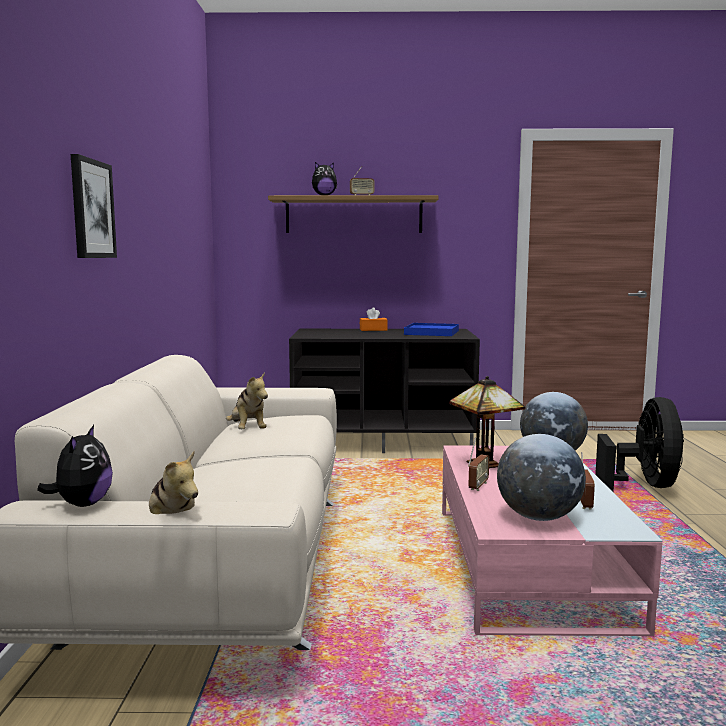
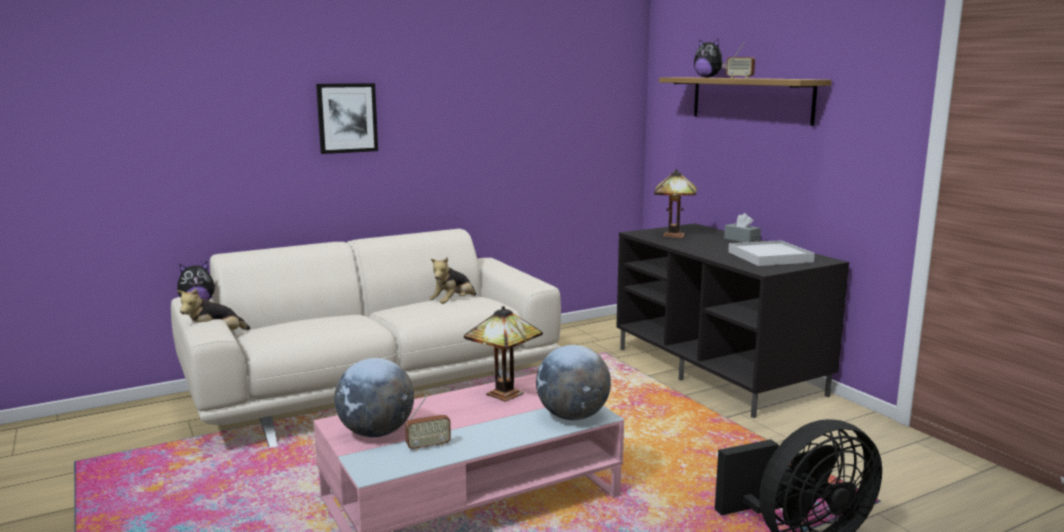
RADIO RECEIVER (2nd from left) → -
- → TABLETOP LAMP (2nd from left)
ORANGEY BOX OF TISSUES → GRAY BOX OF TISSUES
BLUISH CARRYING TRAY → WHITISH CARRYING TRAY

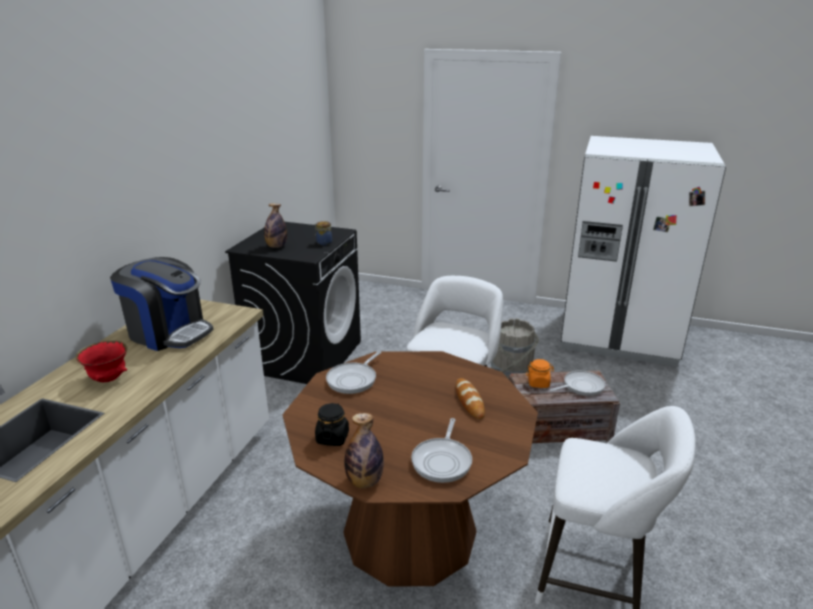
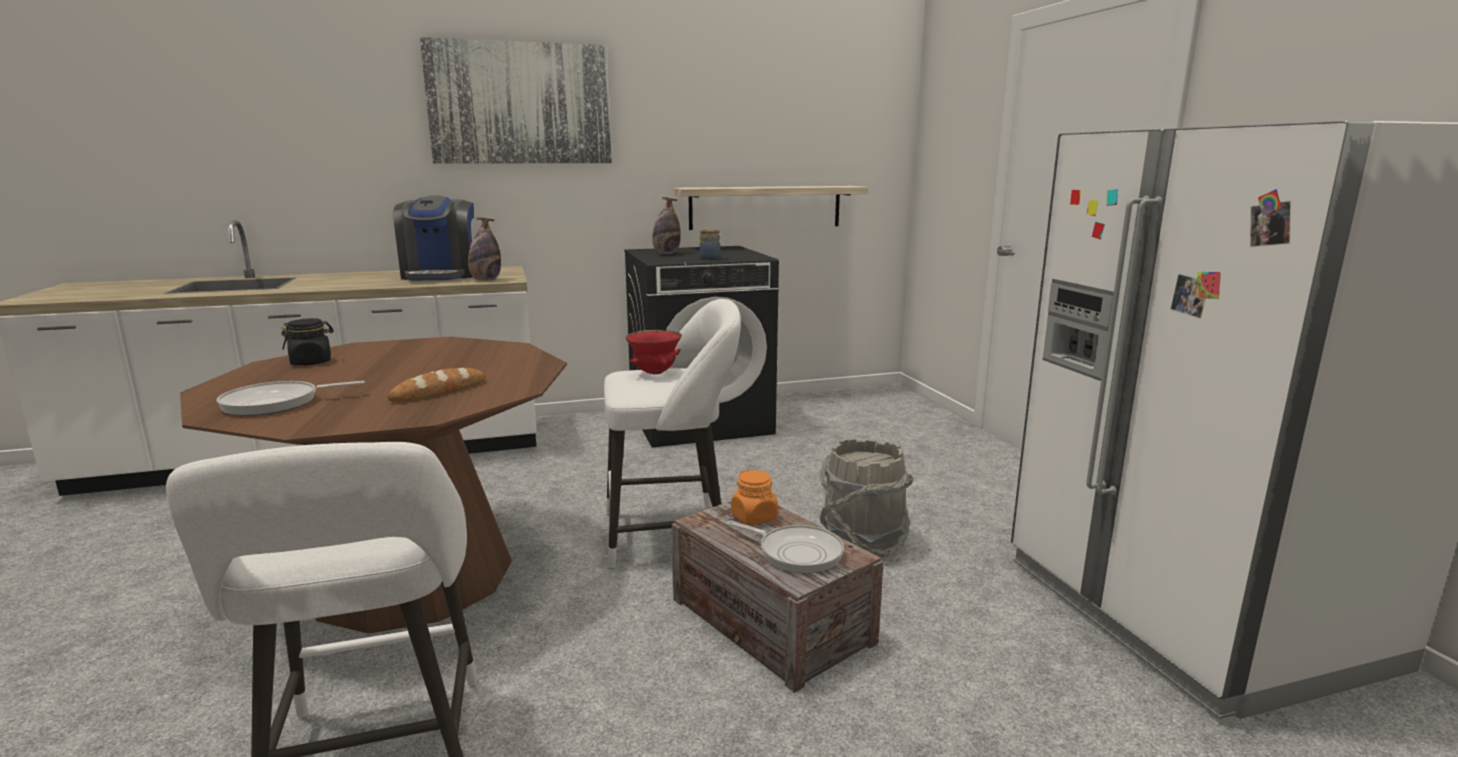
PAN (1st from left) → -
- → WALL PICTURE
- → SHELF
RED-COLOURED BOWL, move
DRINK BOTTLE (2nd from left in the first image) → DRINK BOTTLE (1st from left), move

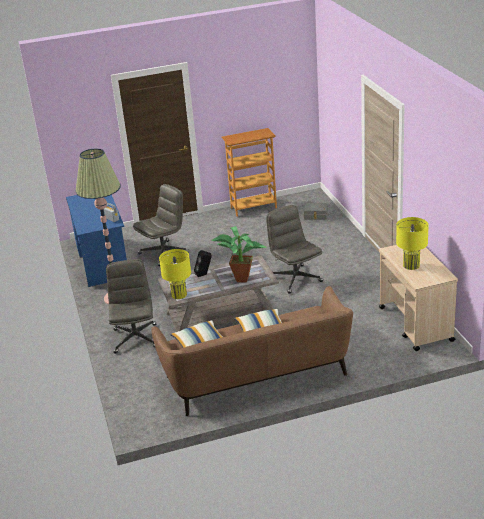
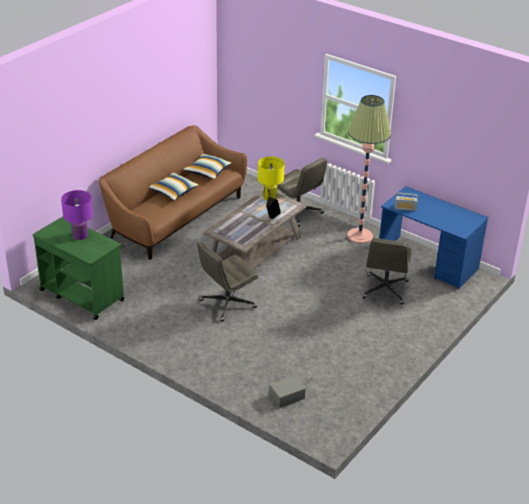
HOUSEPLANT → -
SHELVING UNIT → -
BEIGE-COLOURED WHEELED CART → GREEN WHEELED CART
YELLOW TABLETOP LAMP (2nd from left) → PURPLISH TABLETOP LAMP
GRAY DESK CHAIR (3rd from left in the first image) → GRAY DESK CHAIR (1st from left), 120 degrees clockwise

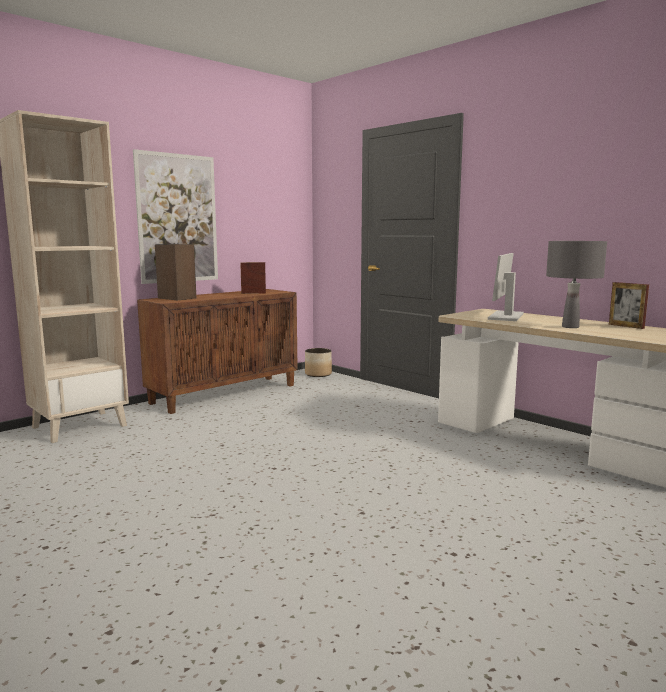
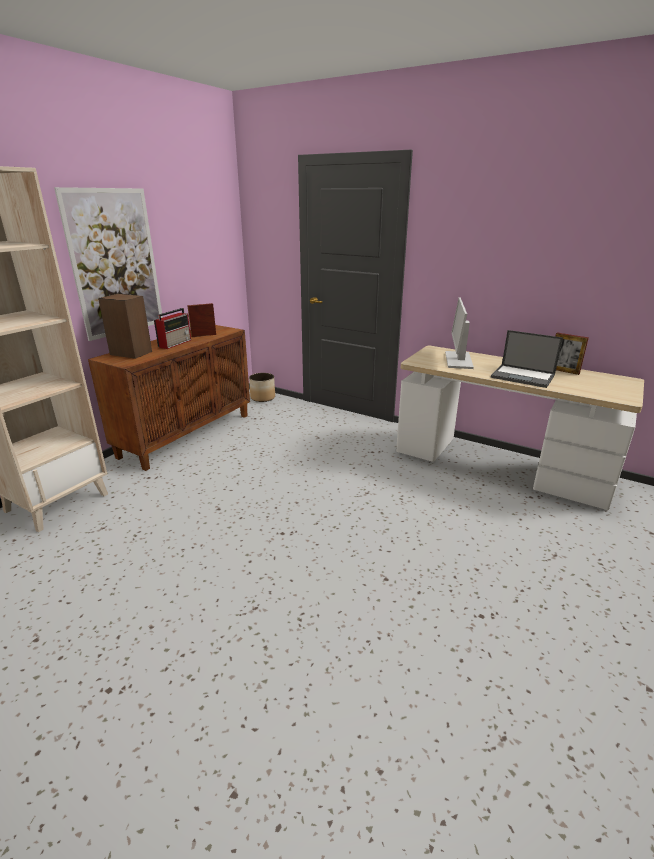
- → RADIO RECEIVER
GRAY TABLETOP LAMP → PORTABLE COMPUTER

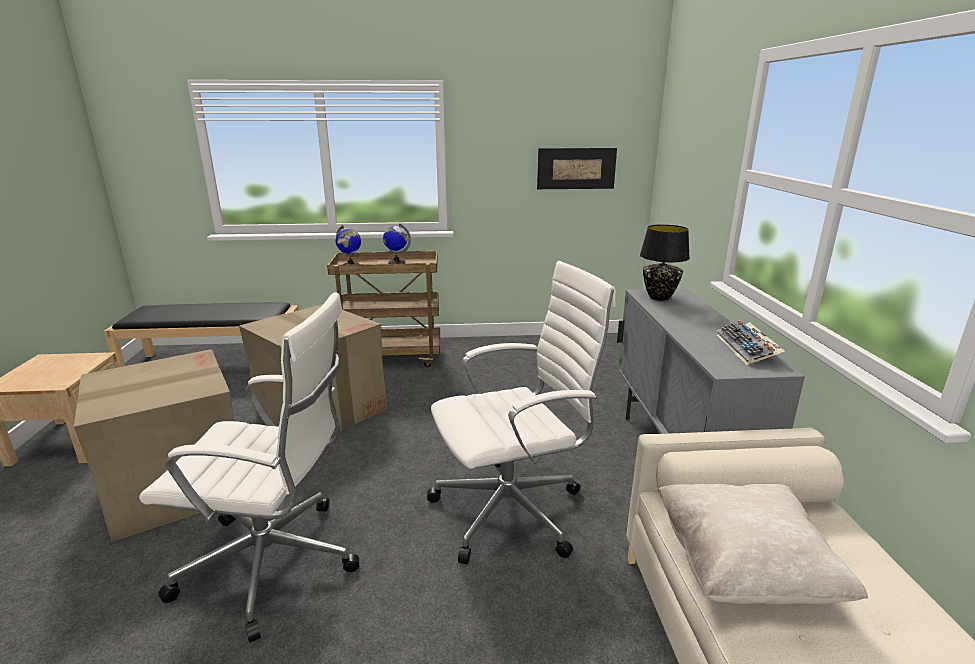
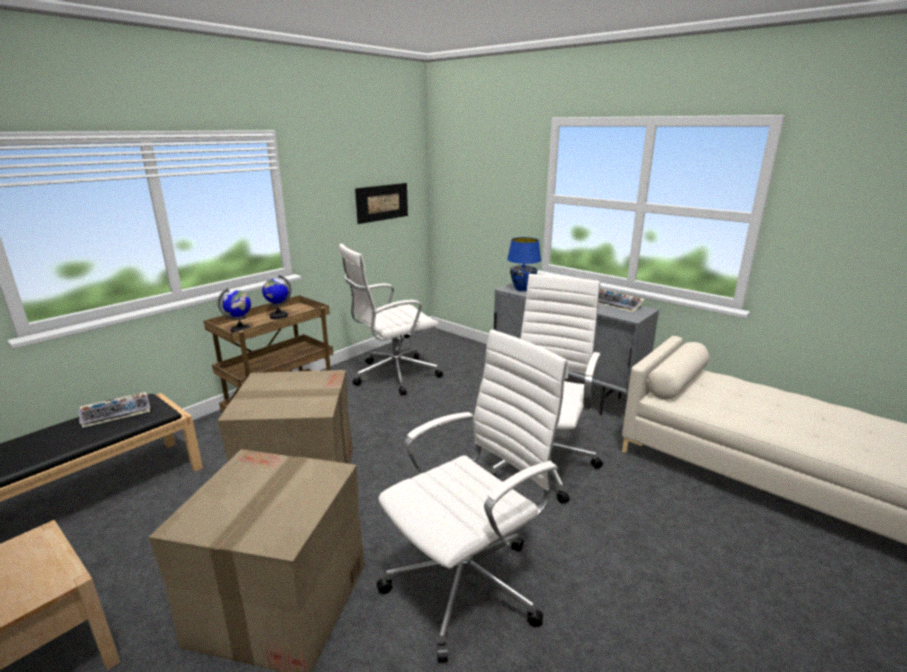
BEIGE-COLOURED PILLOW → -
- → PC KEYBOARD (1st from left)
- → WHITISH DESK CHAIR (1st from left)
BLACK TABLETOP LAMP → BLUISH TABLETOP LAMP

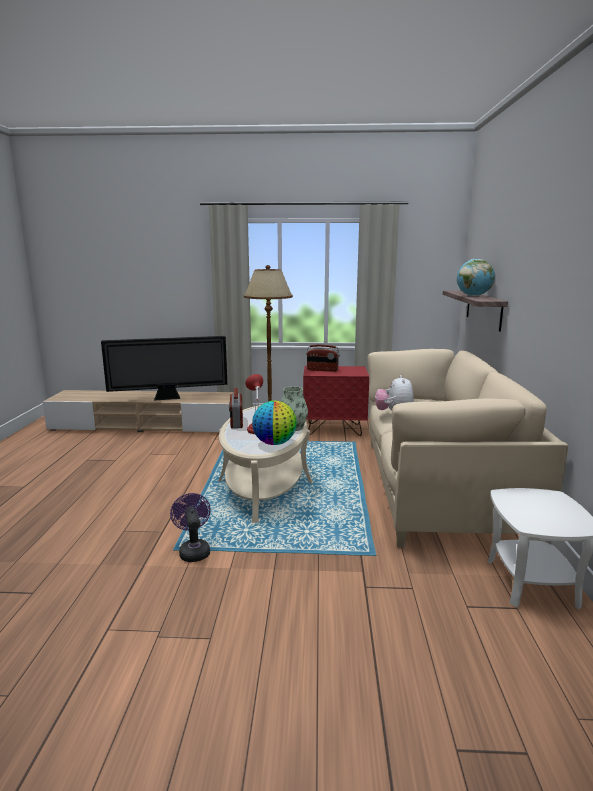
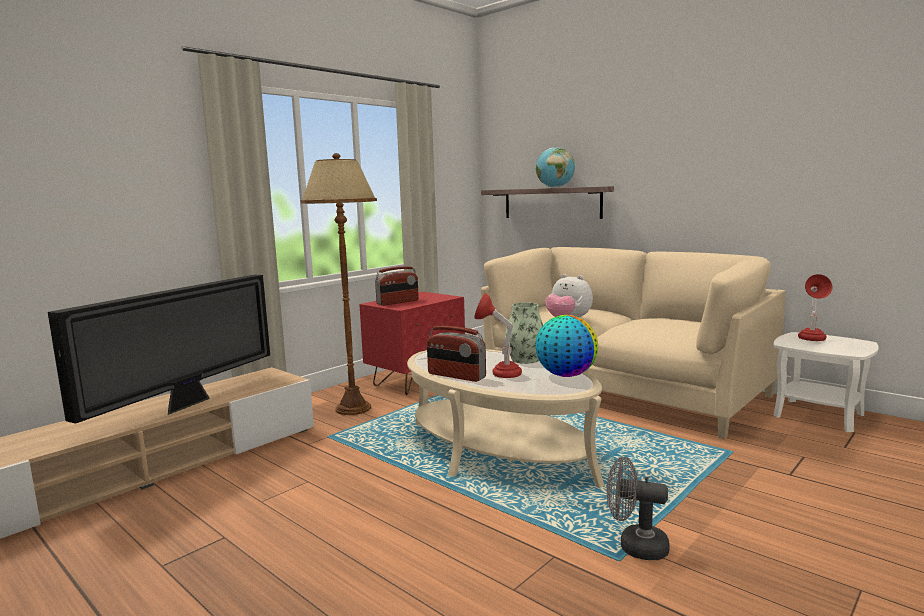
- → RED-COLOURED TABLETOP LAMP (2nd from left)
PURPLISH ELECTRIC FAN → GRAY ELECTRIC FAN

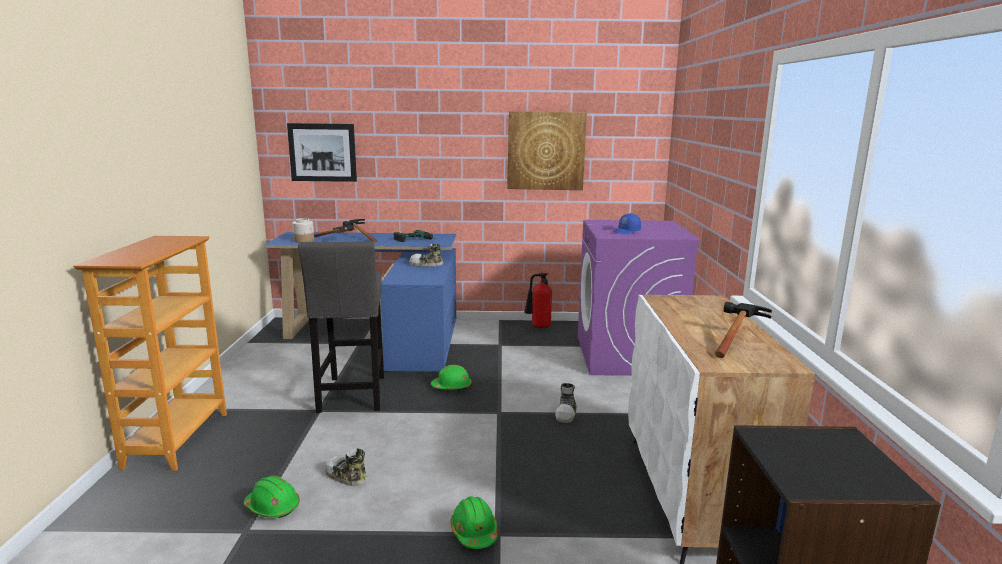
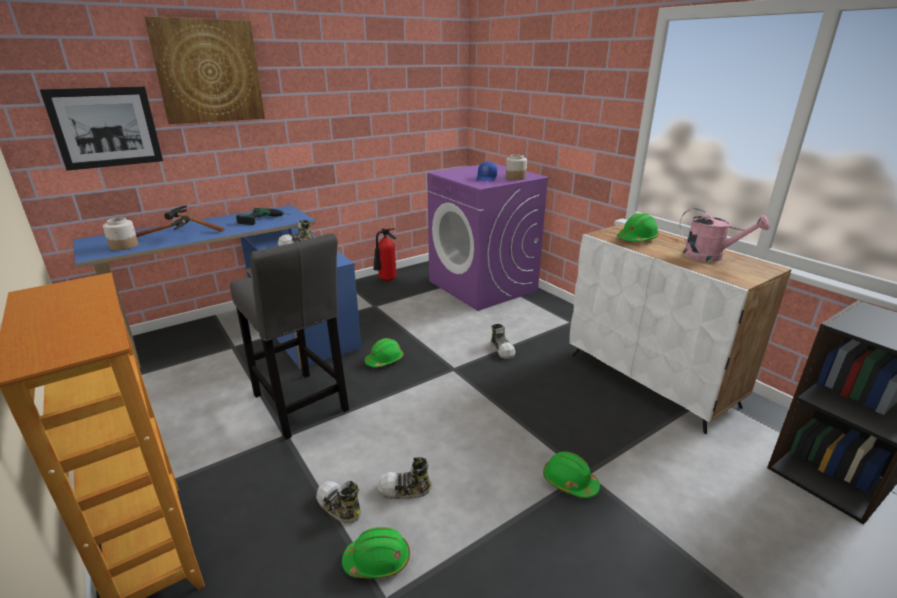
- → LOW SHOE (2nd from left)
- → PRESERVE JAR (2nd from left)
- → GREEN WORK HELMET (4th from left)
WALL PICTURE (2nd from left), move
HAMMER (3rd from left) → PINK WATERING POT

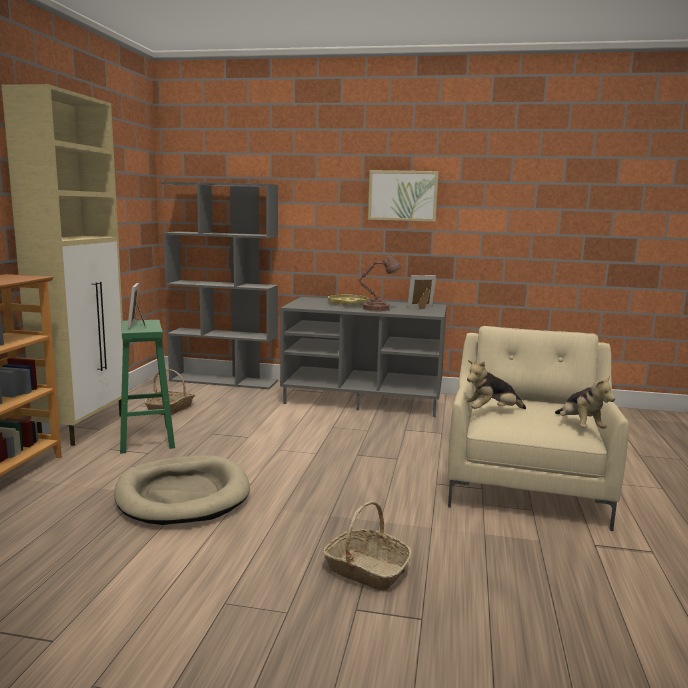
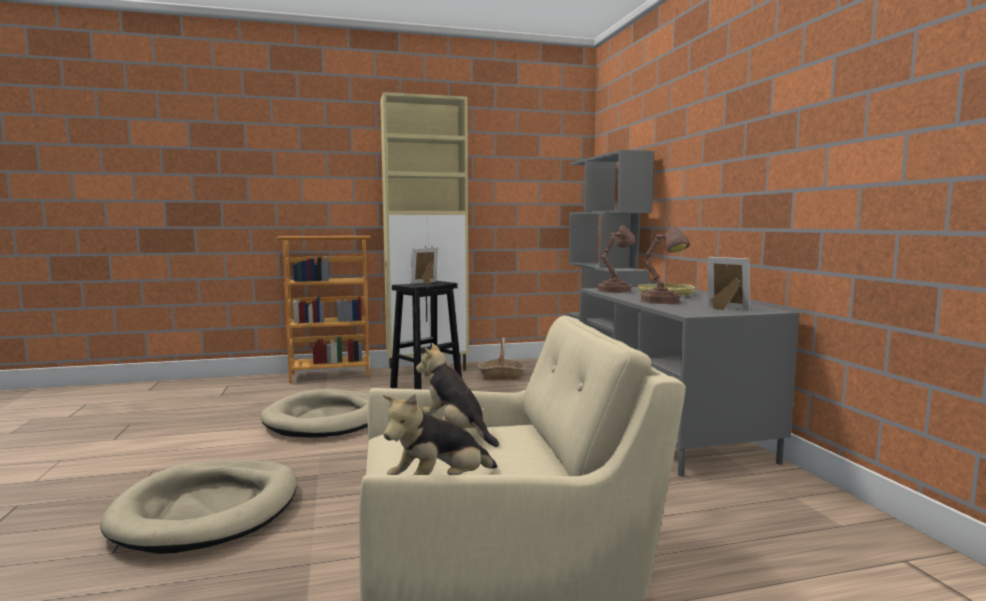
WALL PICTURE → -
- → BROWN-COLOURED TABLETOP LAMP (1st from left)
HOUSEHOLD BASKET (2nd from left) → BEIGE-COLOURED PET BED (1st from left)
GREEN STOOL → BLACK STOOL

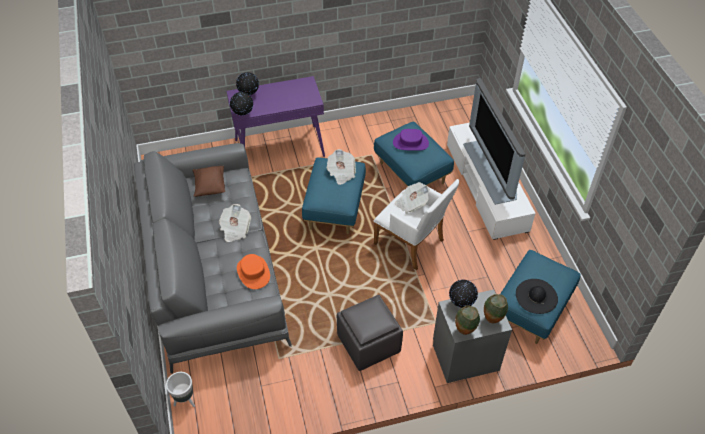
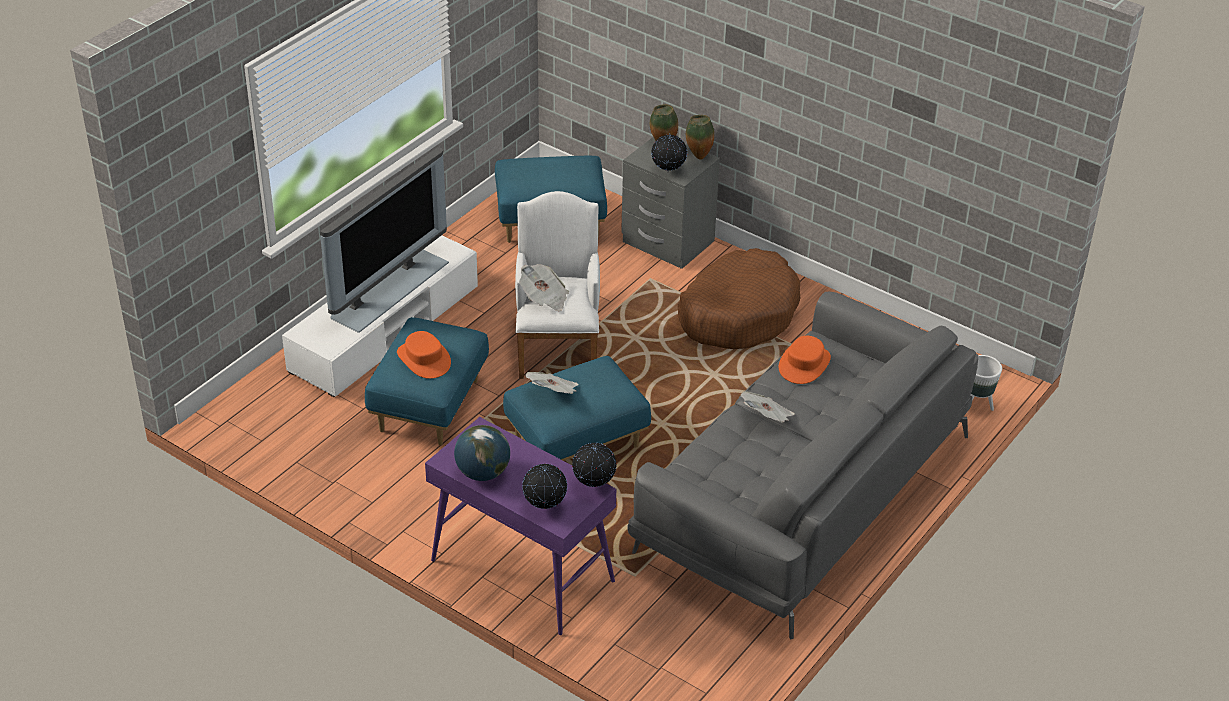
BROWN-COLOURED PILLOW → -
BLACK HAT → -
- → WORLD GLOBE (1st from left)
GRAY OTTOMAN → BROWN-COLOURED PET BED
PURPLISH HAT → ORANGEY HAT (1st from left)

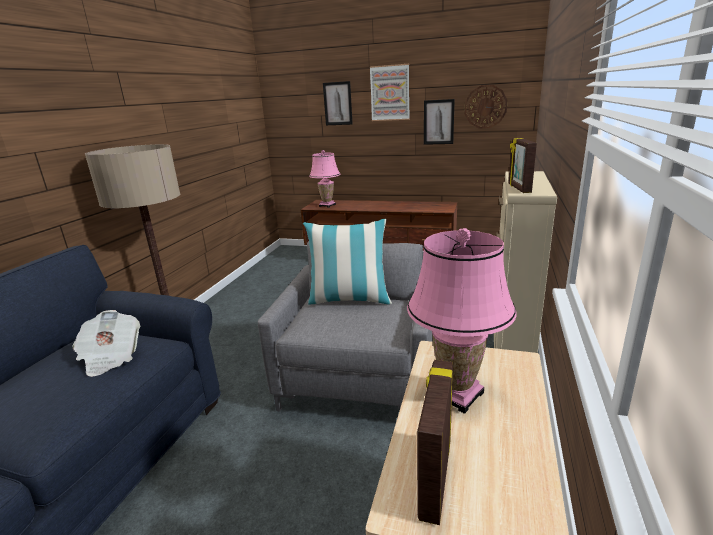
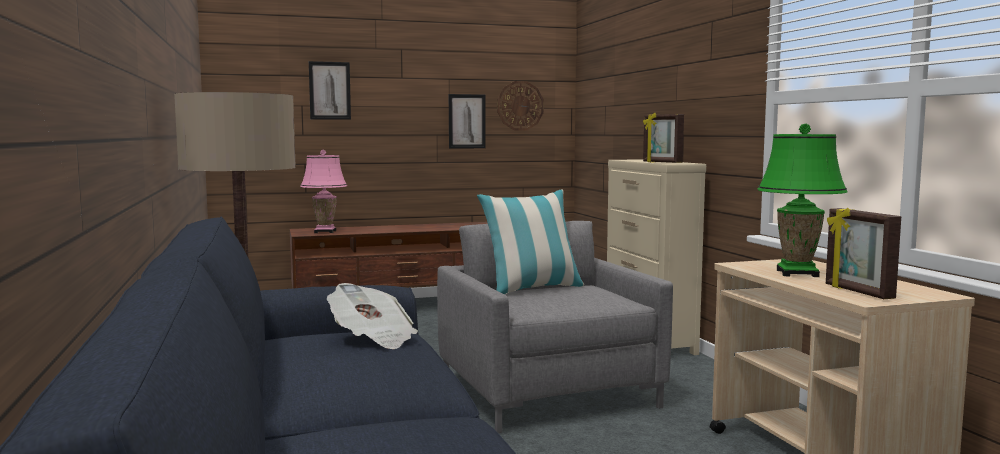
WALL PICTURE (2nd from left) → -
PINK TABLETOP LAMP (2nd from left) → GREEN TABLETOP LAMP

